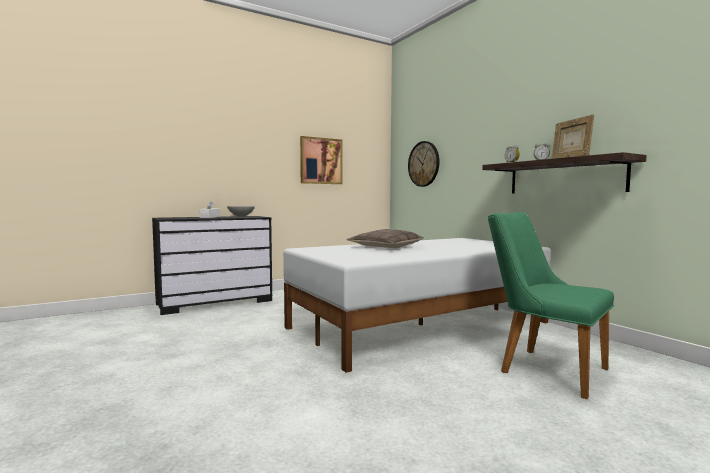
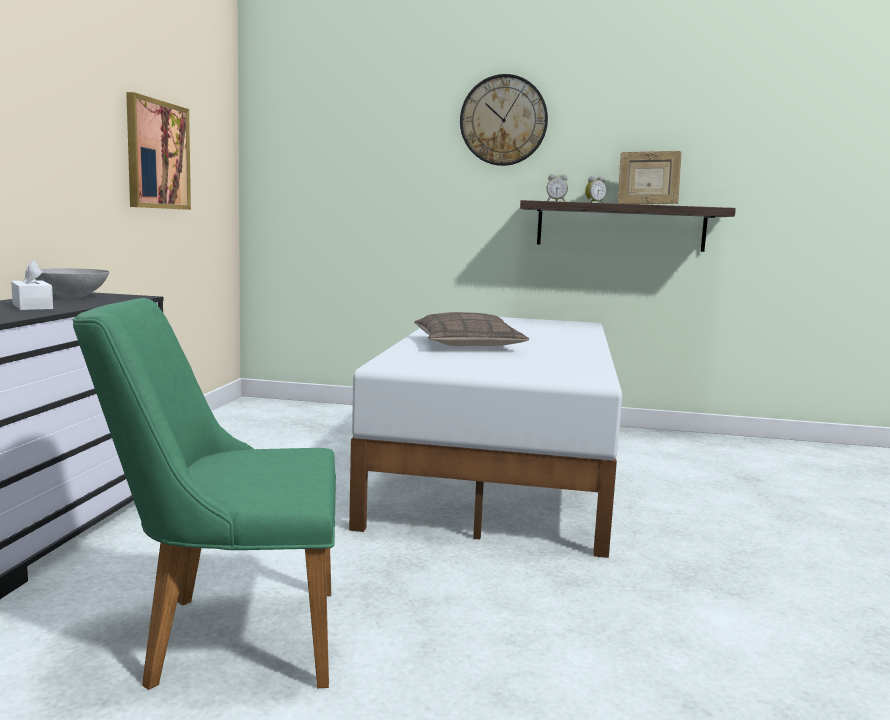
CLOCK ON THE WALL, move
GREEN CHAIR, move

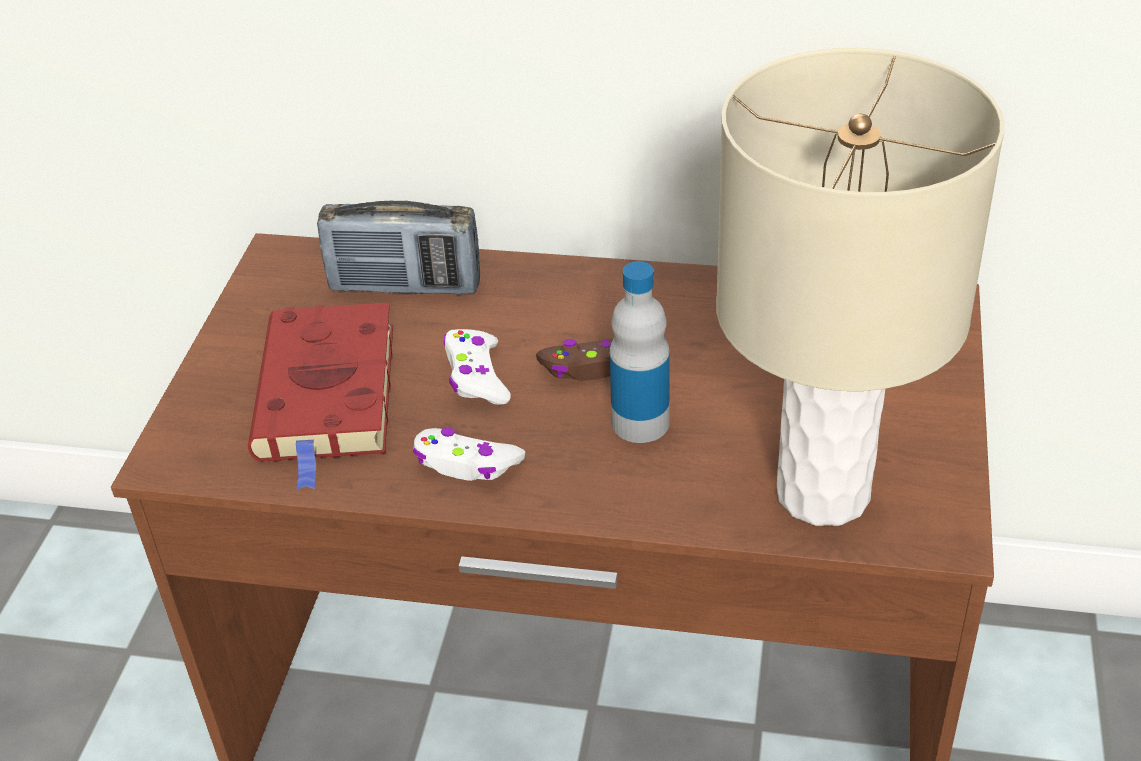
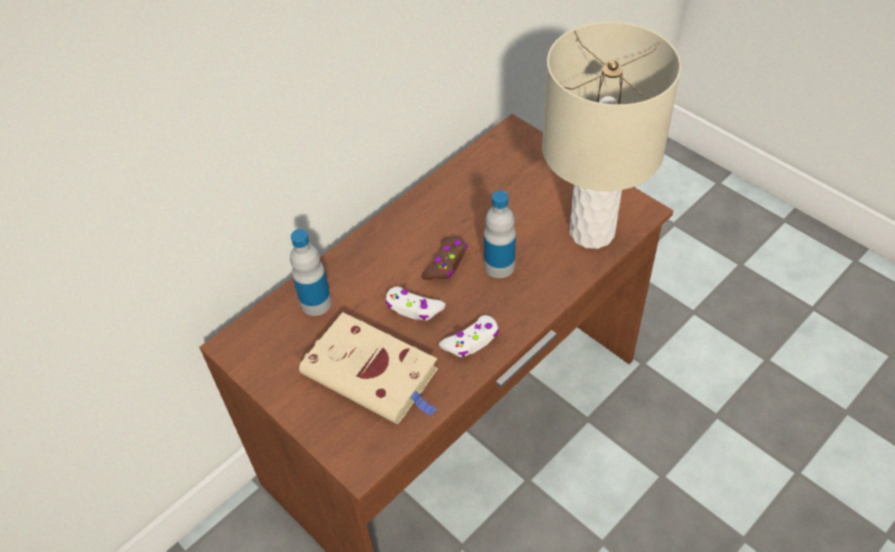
RADIO RECEIVER → DRINK BOTTLE (1st from left)
RED-COLOURED BOUND BOOK → BEIGE-COLOURED BOUND BOOK

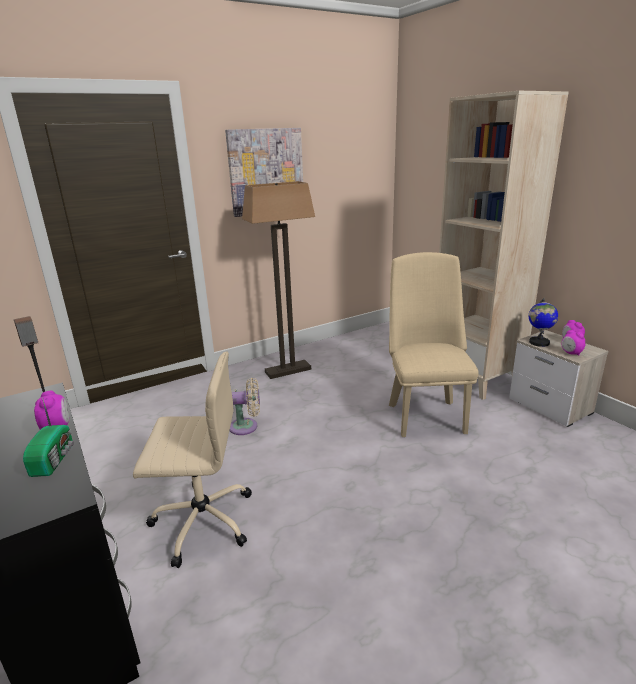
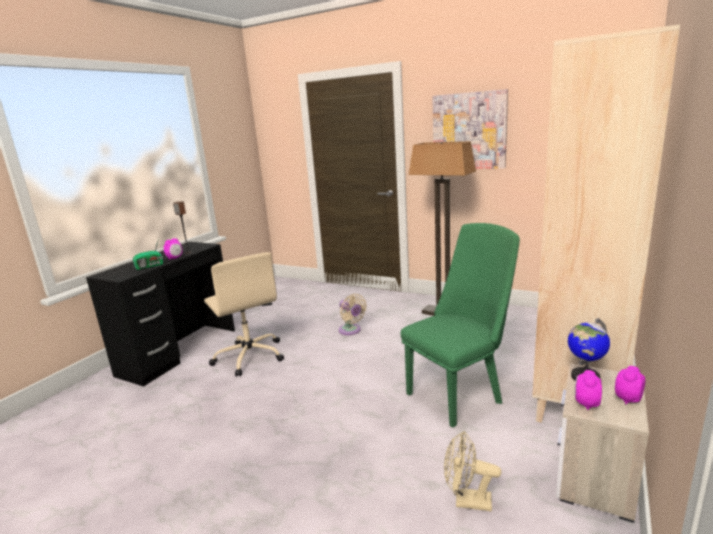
- → BEIGE-COLOURED ELECTRIC FAN (2nd from left)
BEIGE-COLOURED CHAIR → GREEN CHAIR

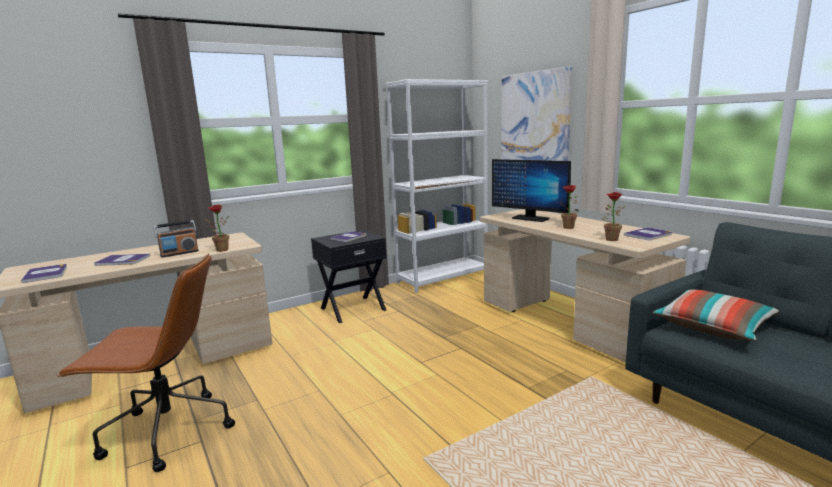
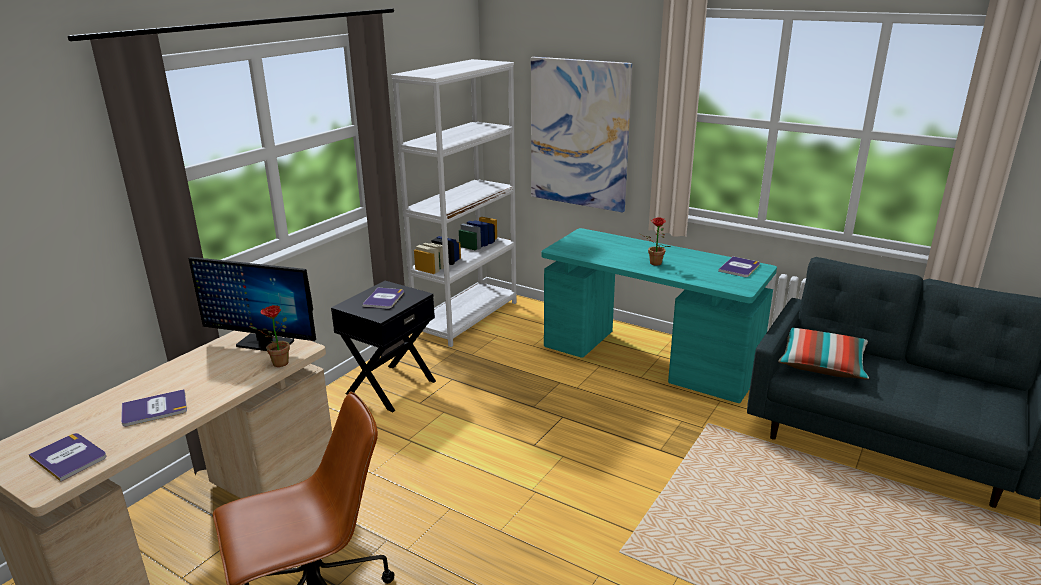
RADIO RECEIVER → -
HOUSEPLANT (3rd from left) → -
COMPUTER SCREEN, move
BEIGE-COLOURED DESK UNIT (2nd from left) → TURQUOISE-COLOURED DESK UNIT

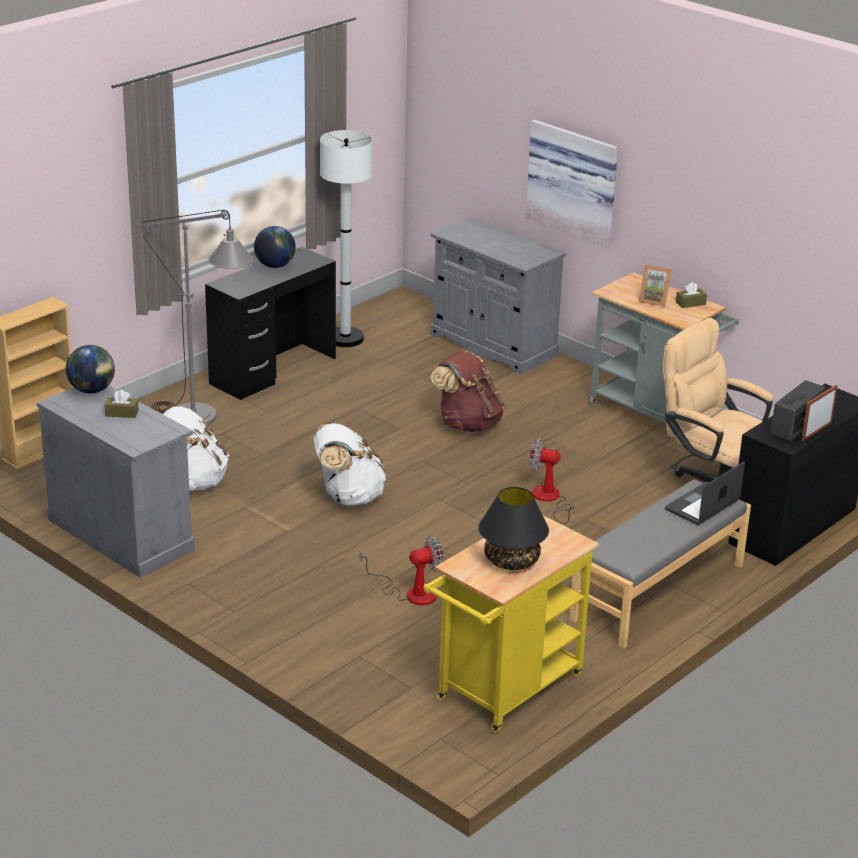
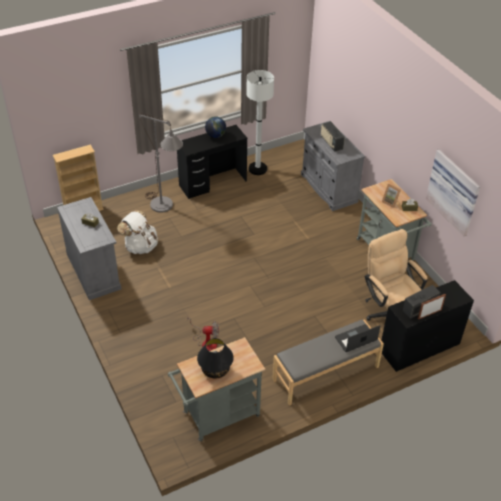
WORLD GLOBE (1st from left) → -
WHITISH BACKPACK (2nd from left) → -
BROWN-COLOURED BACKPACK → -
ELECTRIC FAN (2nd from left) → -
- → RADIO RECEIVER (1st from left)
WALL PICTURE, move
YELLOW WHEELED CART → GRAY WHEELED CART (1st from left)

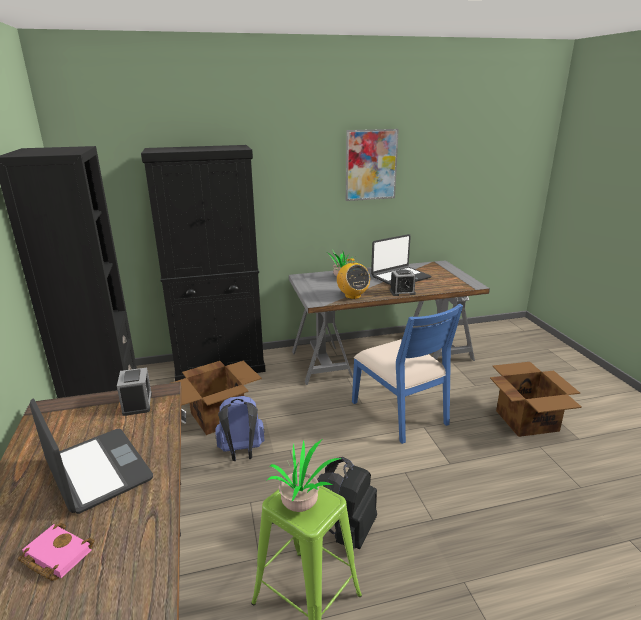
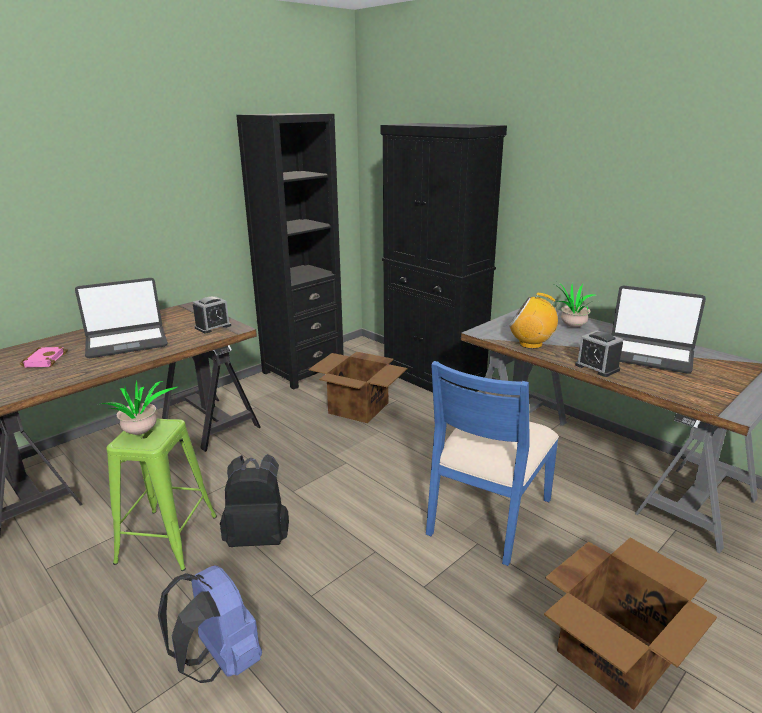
WALL PICTURE → -
BLUISH BACKPACK, move
PORTABLE COMPUTER (1st from left), 45 degrees clockwise
RADIO RECEIVER, 75 degrees clockwise

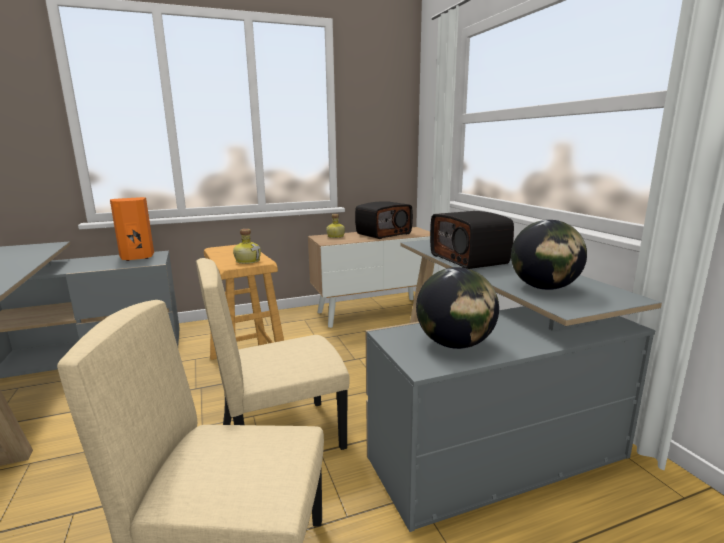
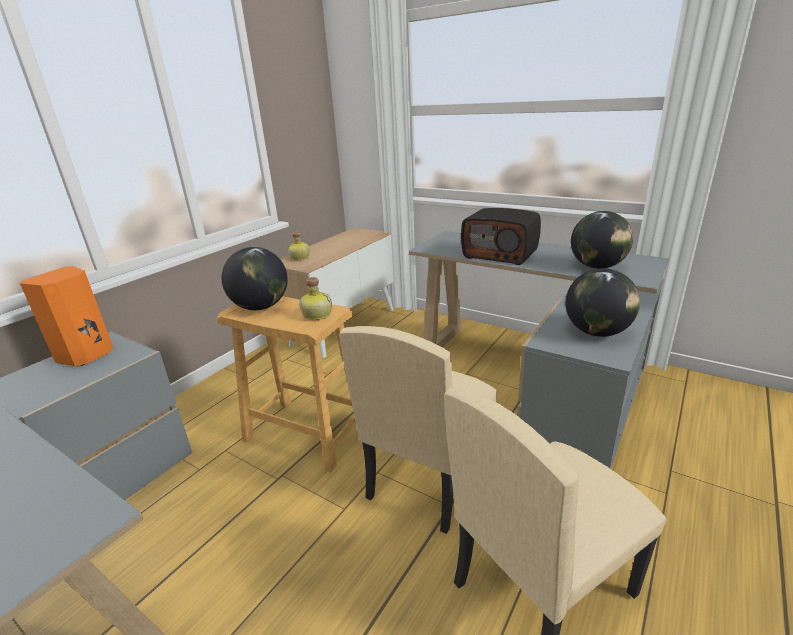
RADIO RECEIVER (1st from left) → -
- → WORLD GLOBE (1st from left)

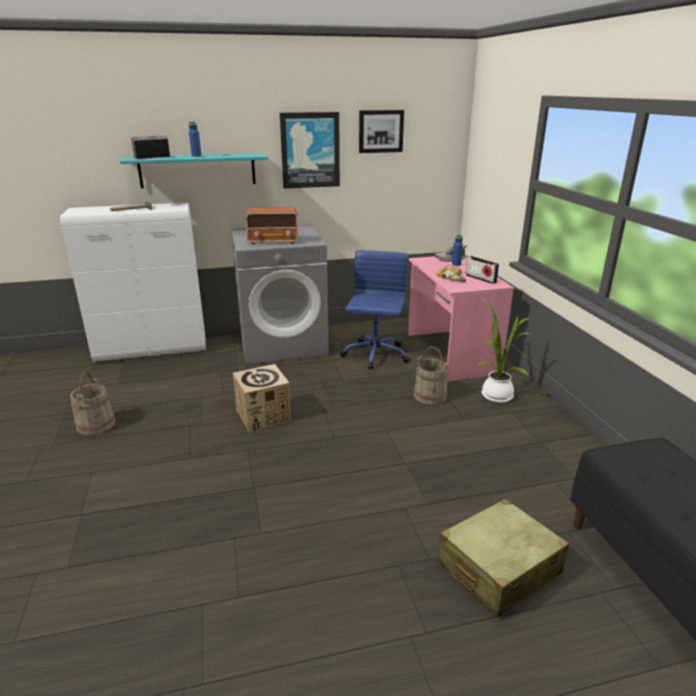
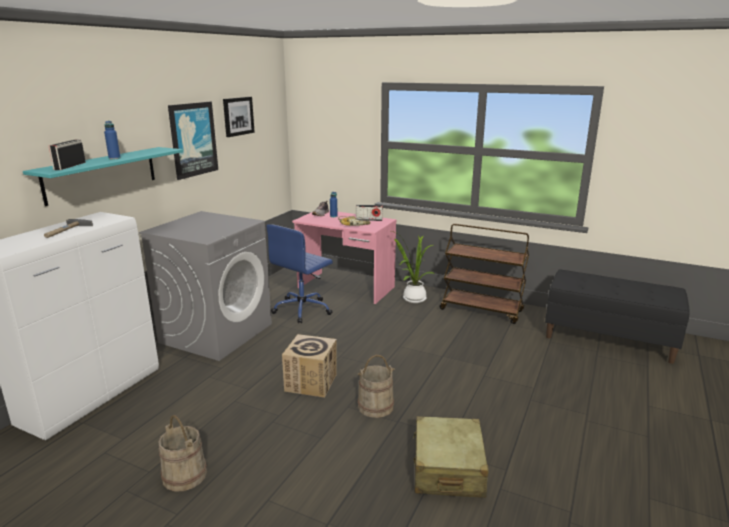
RADIO RECEIVER (2nd from left) → -
- → BROWN-COLOURED WHEELED CART
BEIGE-COLOURED WATER BUCKET (2nd from left), move
BEIGE-COLOURED TRAVEL CASE, move
BLUISH DESK CHAIR, 105 degrees counterclockwise

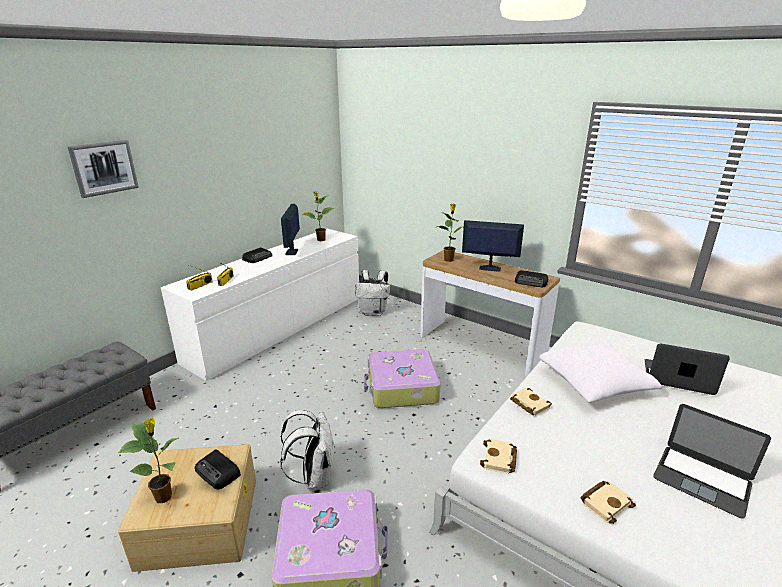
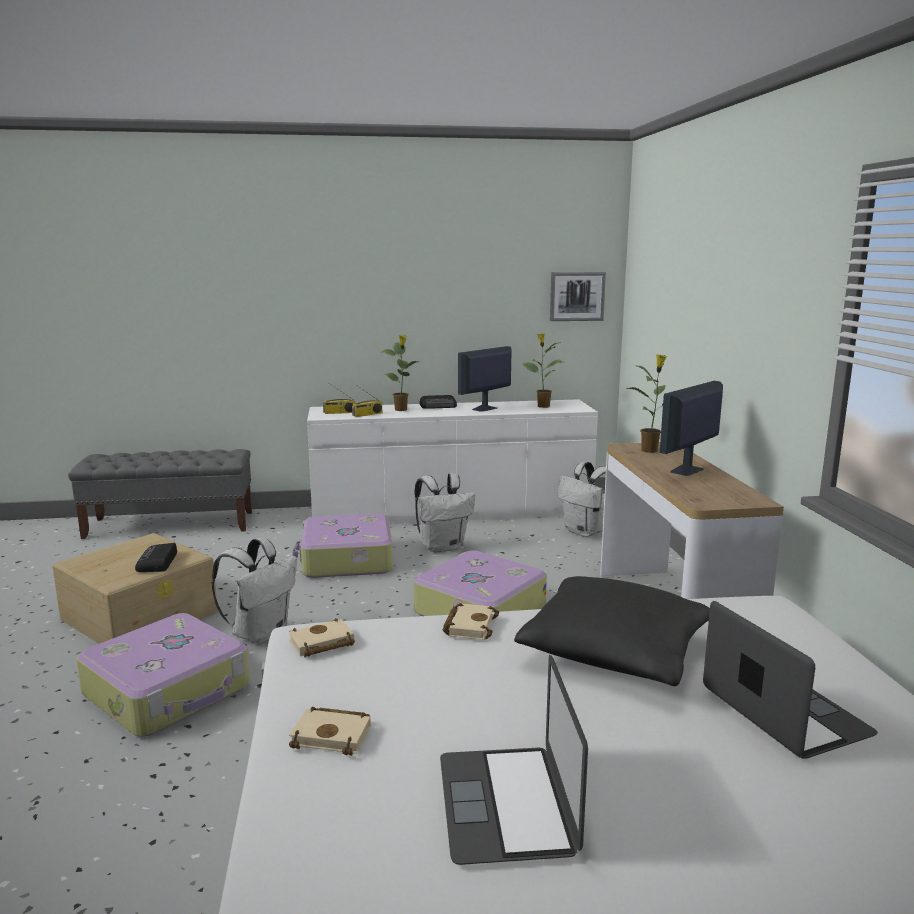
RADIO RECEIVER (5th from left) → -
- → TRAVEL CASE (2nd from left)
- → WHITISH BACKPACK (2nd from left)
WALL PICTURE, move
HOUSEPLANT (1st from left), move
WHITISH PILLOW → BLACK PILLOW
COMPUTER SCREEN (2nd from left), 105 degrees counterclockwise

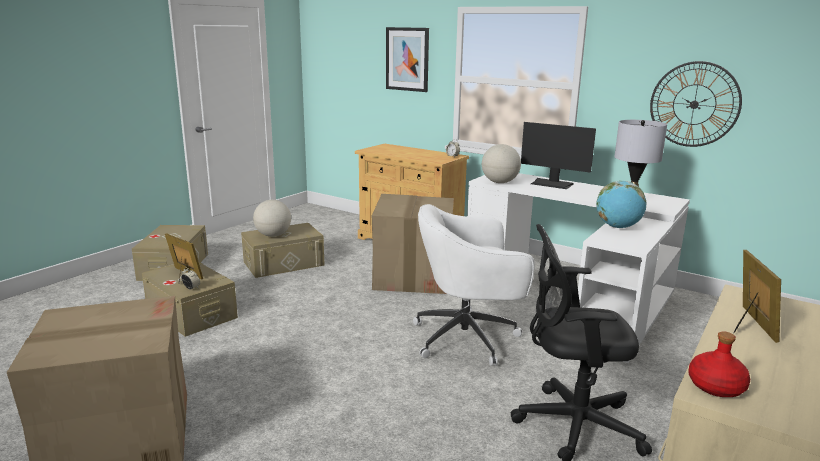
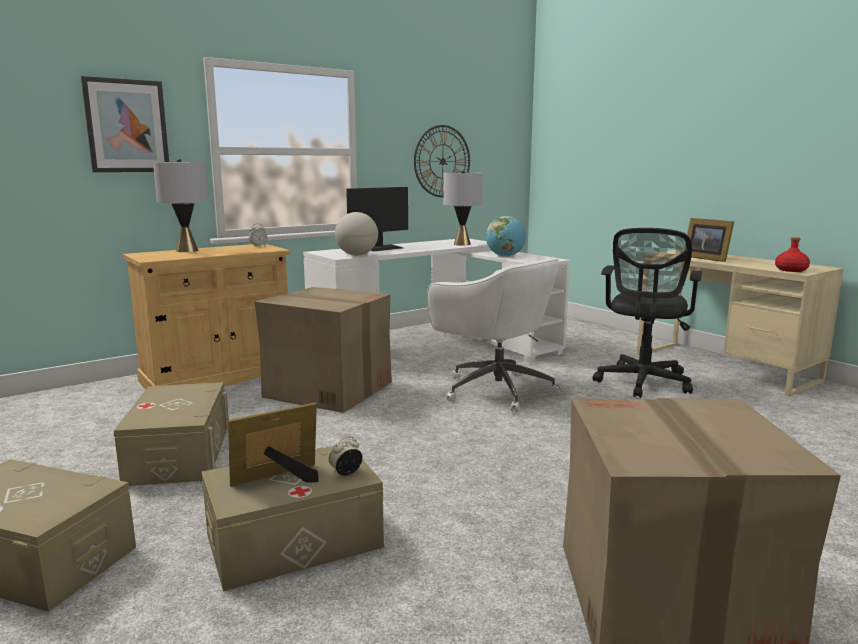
WORLD GLOBE (1st from left) → -
- → GRAY TABLETOP LAMP (1st from left)
WHITISH DESK CHAIR, 60 degrees counterclockwise
PICTURE FRAME (2nd from left), 150 degrees counterclockwise

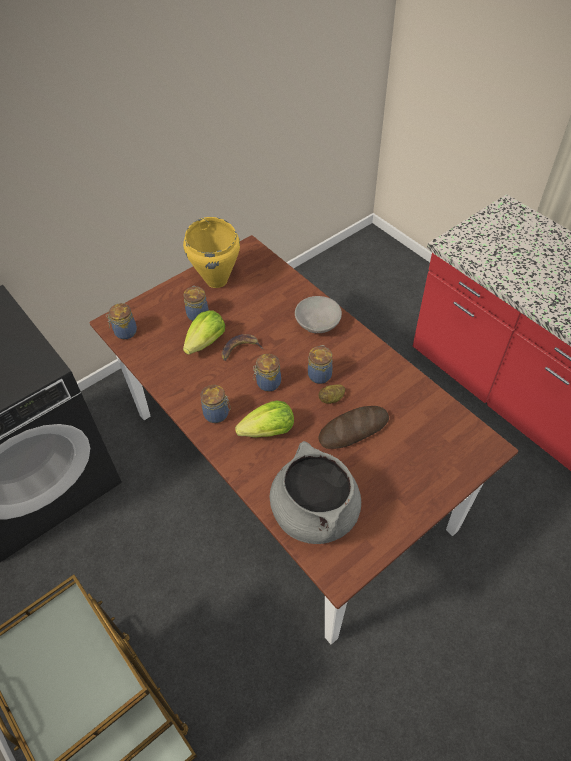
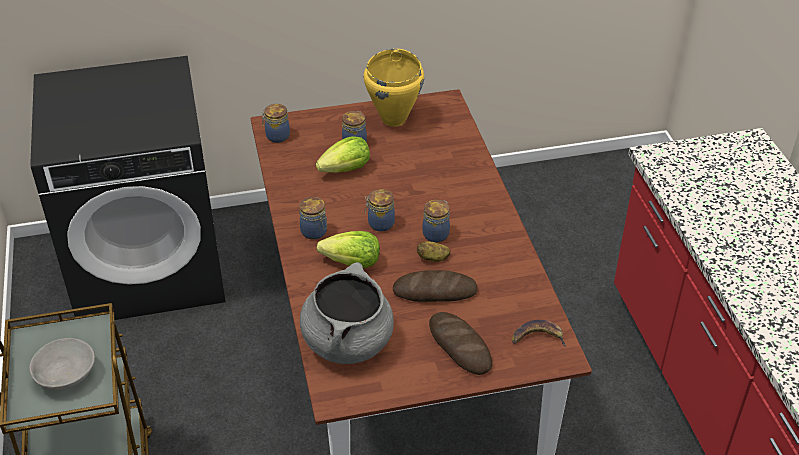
- → BAKERY BREAD (2nd from left)
WHOLE BANANA, move
GRAY BOWL, move

